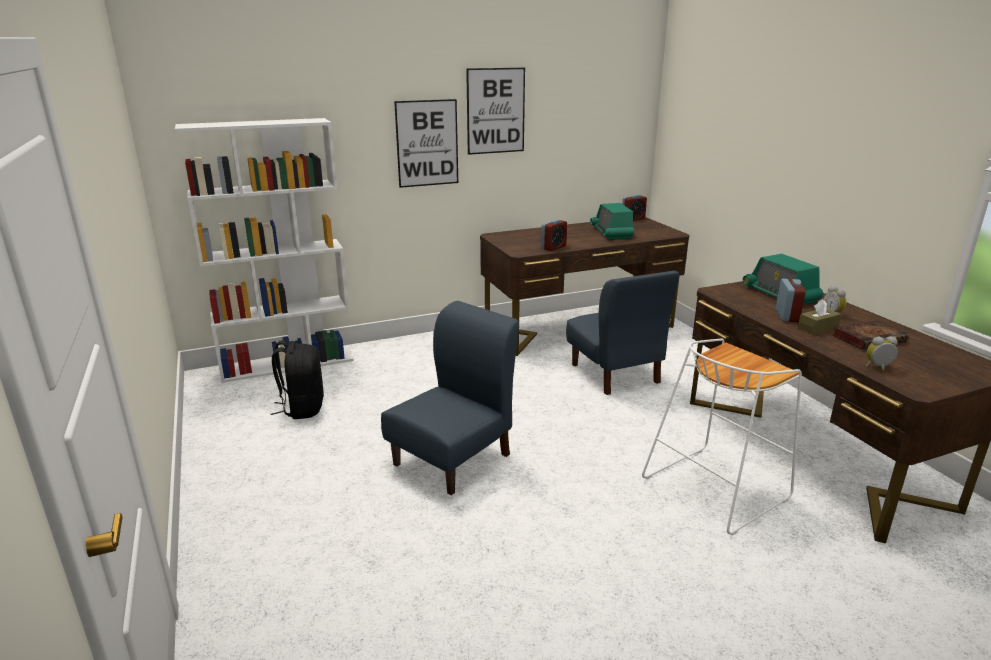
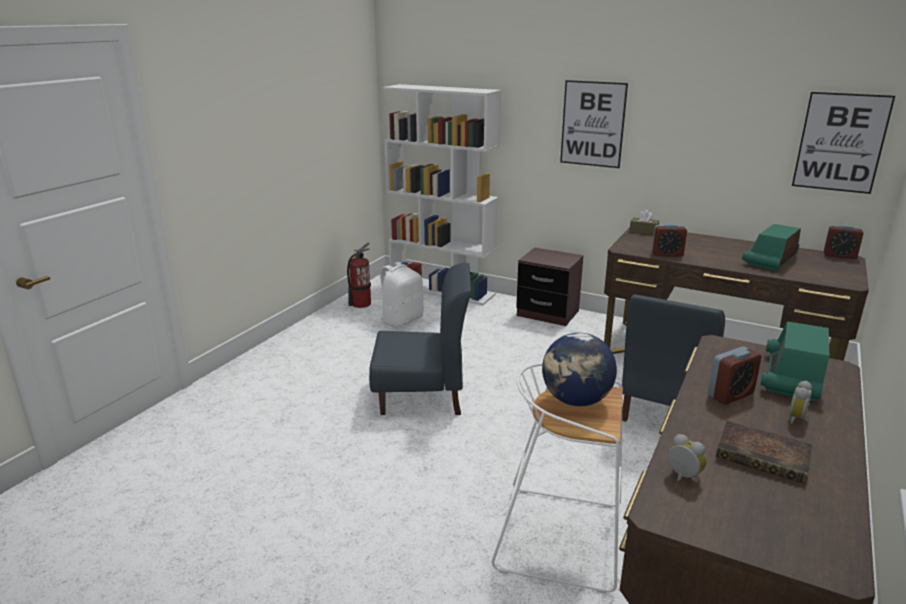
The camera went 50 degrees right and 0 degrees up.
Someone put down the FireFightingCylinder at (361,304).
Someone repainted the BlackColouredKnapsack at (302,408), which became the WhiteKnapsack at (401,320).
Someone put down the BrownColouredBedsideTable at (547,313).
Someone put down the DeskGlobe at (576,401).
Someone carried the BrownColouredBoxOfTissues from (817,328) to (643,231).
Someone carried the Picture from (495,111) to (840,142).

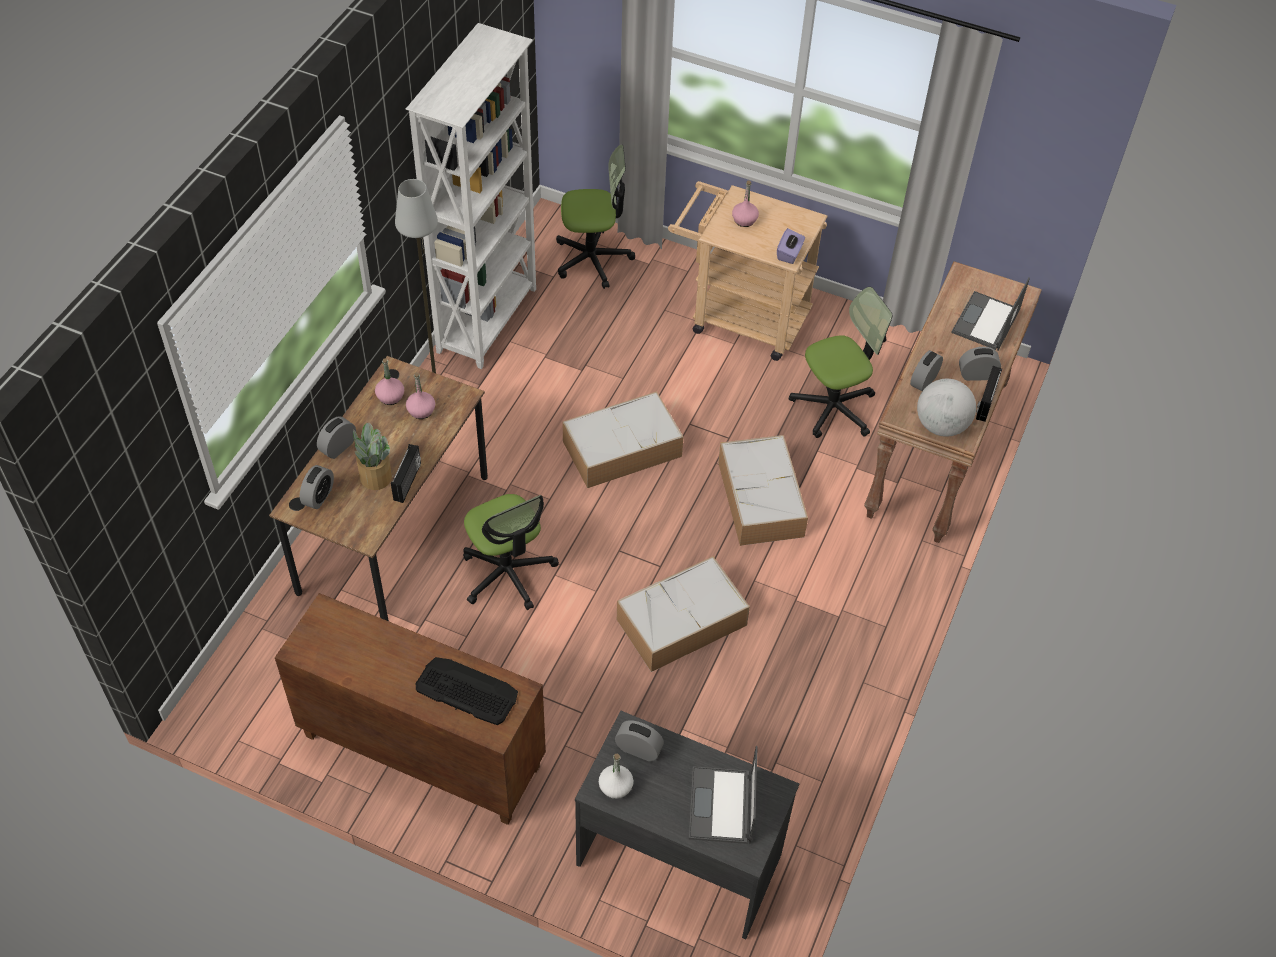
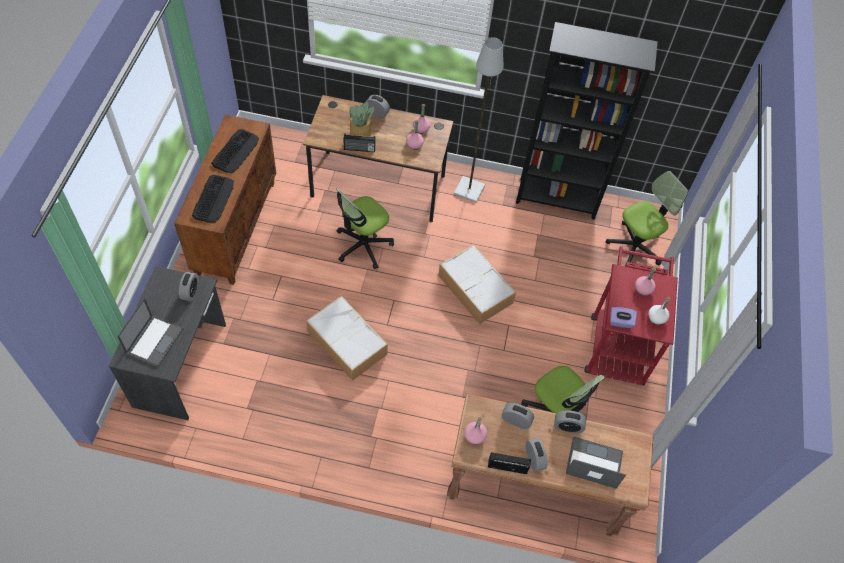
The camera went 75 degrees right and 5 degrees up.
Someone rotated the NotebookComputer at (721,806) by 120 degrees clockwise.
Someone put down the PcKeyboard at (236,151).
Someone swapped the DeskGlobe at (941,425) for the PinkBeverageBottle at (475,436).
Someone repainted the WhiteBookshelf at (489,320), which became the BlackColouredBookshelf at (557,199).
Someone carried the BedsideClock from (319,496) to (567,426).
Someone repainted the BeigeColouredWheeledCart at (740,317), which became the ReddishWheeledCart at (617,343).
Someone rotated the OfficeChair at (592,259) by 105 degrees counterclockwise.
Someone carried the WhiteBeverageBottle from (616,787) to (656,318).
Someone took away the StorageBox at (761,500).

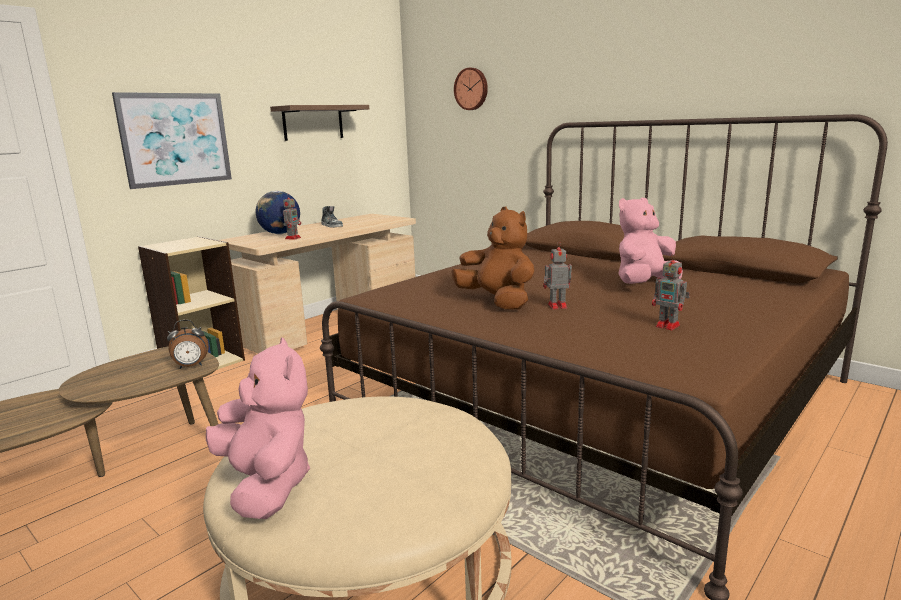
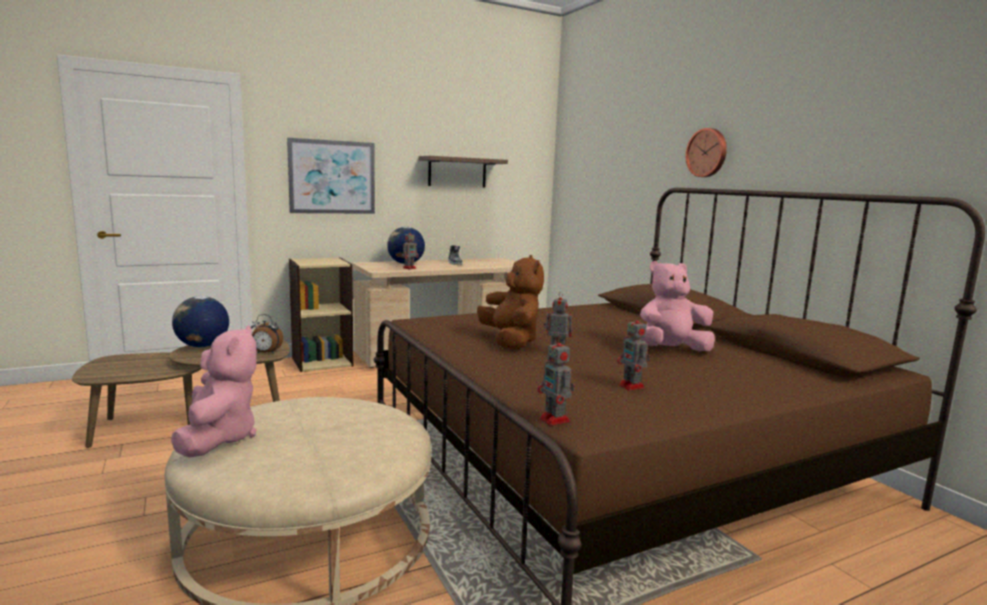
The camera went 20 degrees right and 5 degrees down.
Someone put down the DeskGlobe at (202,346).
Someone put down the ModelRobot at (555,420).
Someone carried the ClockOnTheWall from (472,89) to (707,153).

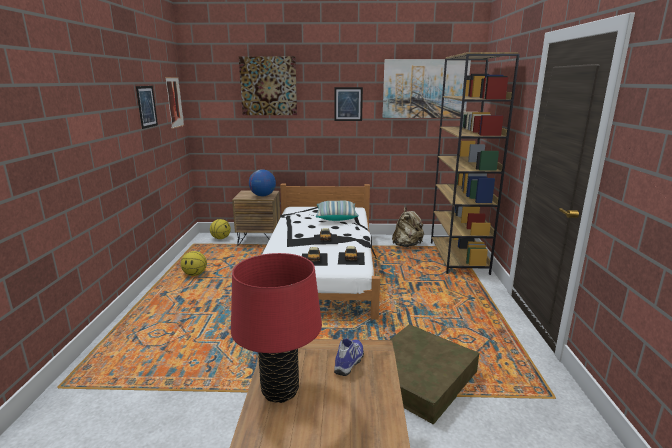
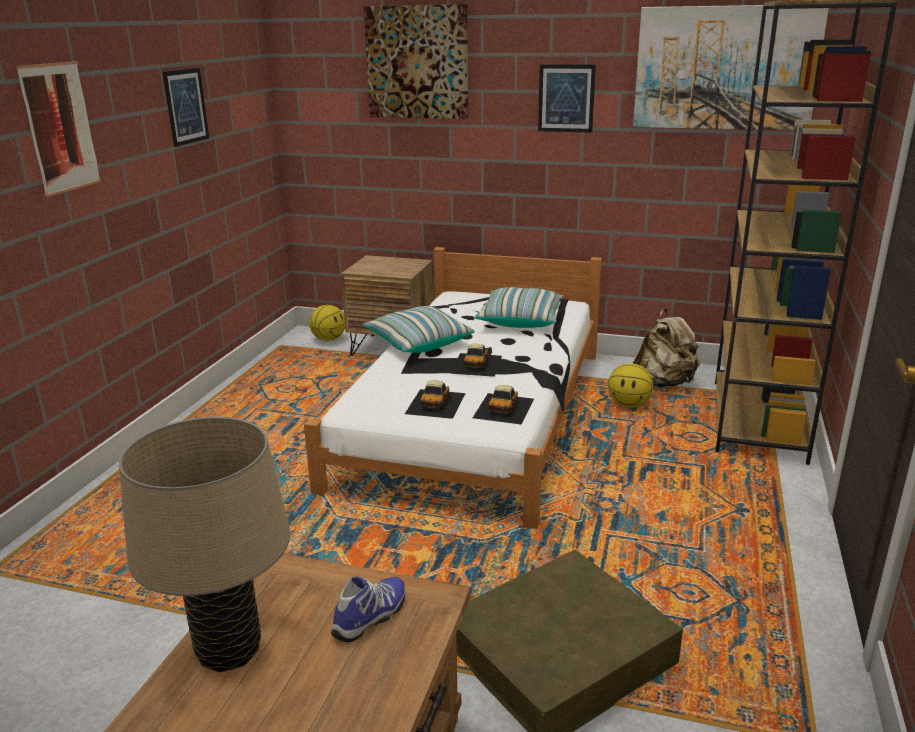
The camera went 15 degrees right and 5 degrees up.
Someone carried the Picture from (174,102) to (60,128).
Someone repainted the ReddishTableLamp at (280,391), which became the BeigeColouredTableLamp at (228,650).
Someone put down the Cushion at (418,343).
Someone carried the Basketball from (195,274) to (629,405).
Someone took away the DeskGlobe at (262,196).

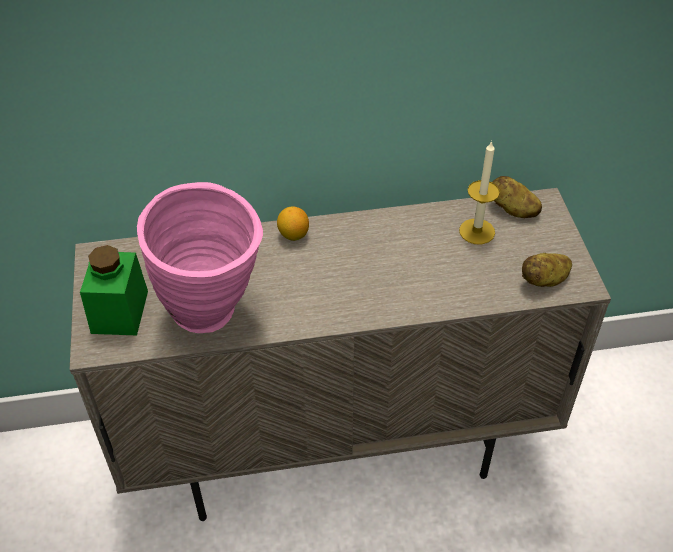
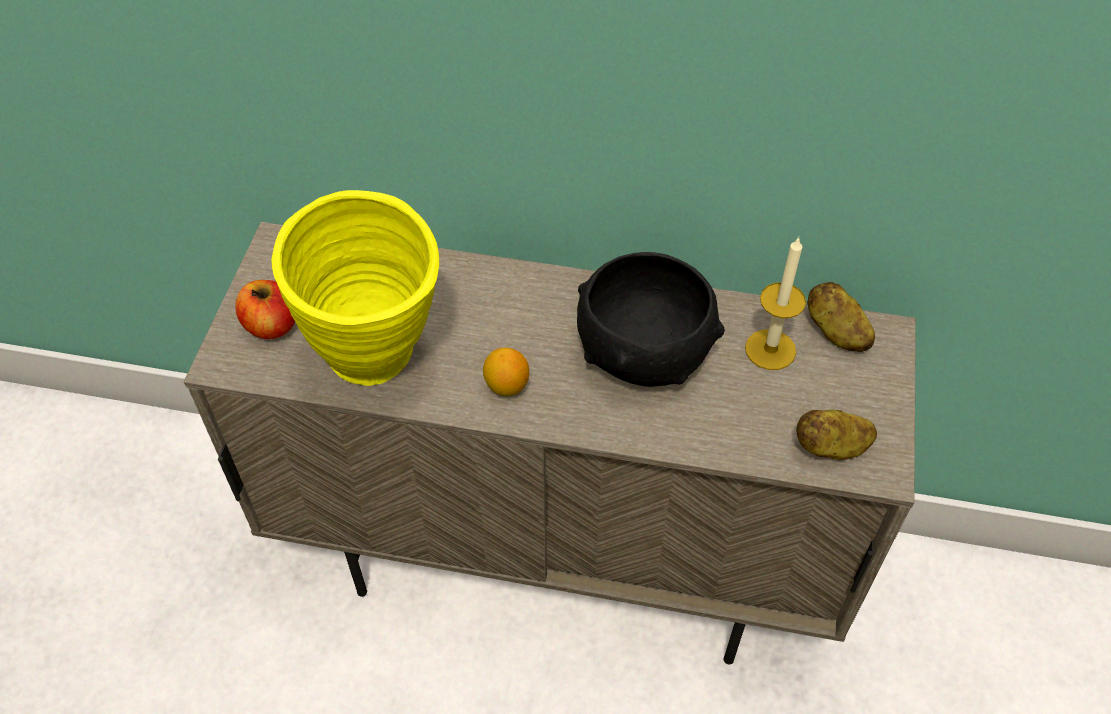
The camera went 20 degrees right and 5 degrees up.
Someone swapped the GreenColouredStorageJar at (120,312) for the AppleFruit at (272,325).
Someone repainted the PinkDecorativeVase at (215,316), which became the YellowishDecorativeVase at (380,365).
Someone carried the Lemon from (293,235) to (506,386).
Someone put down the BlackColouredServingBowl at (643,353).

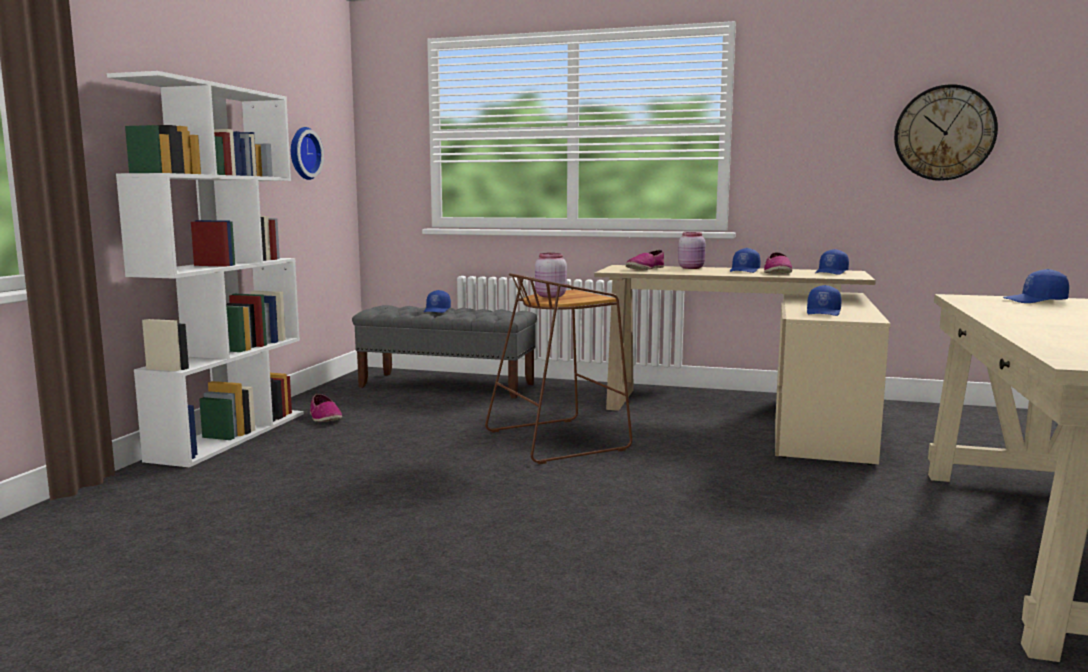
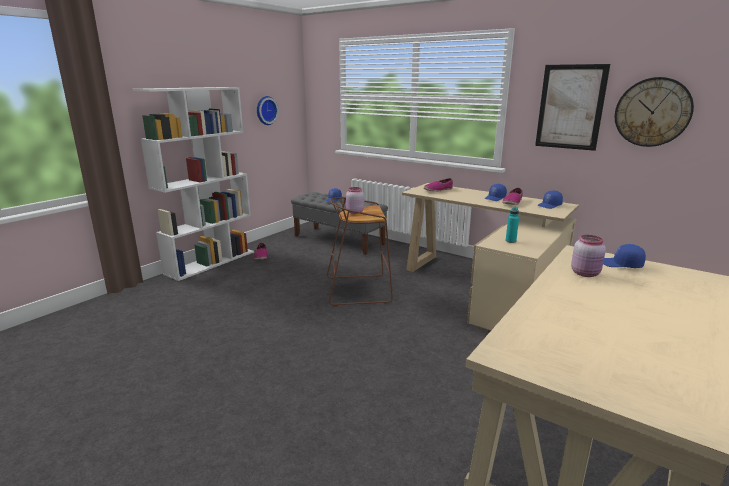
The camera went 20 degrees right and 10 degrees up.
Someone swapped the BlueCap at (824,312) for the TurquoiseBeverageBottle at (510,241).
Someone put up the Picture at (570,107).
Someone carried the PinkStorageJar from (691,268) to (586,273).

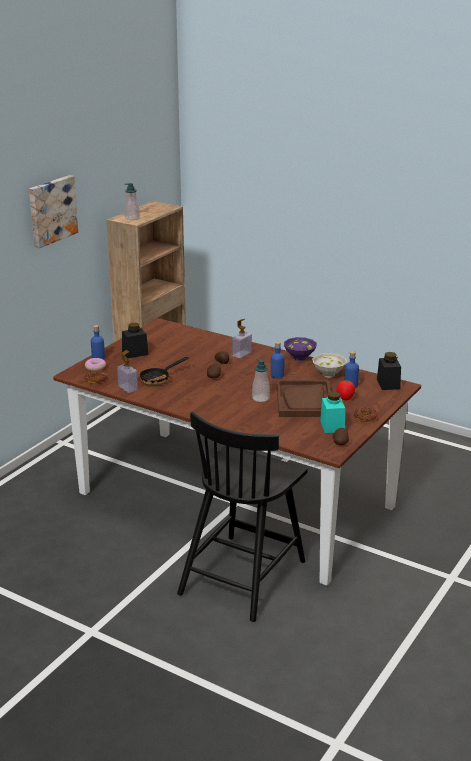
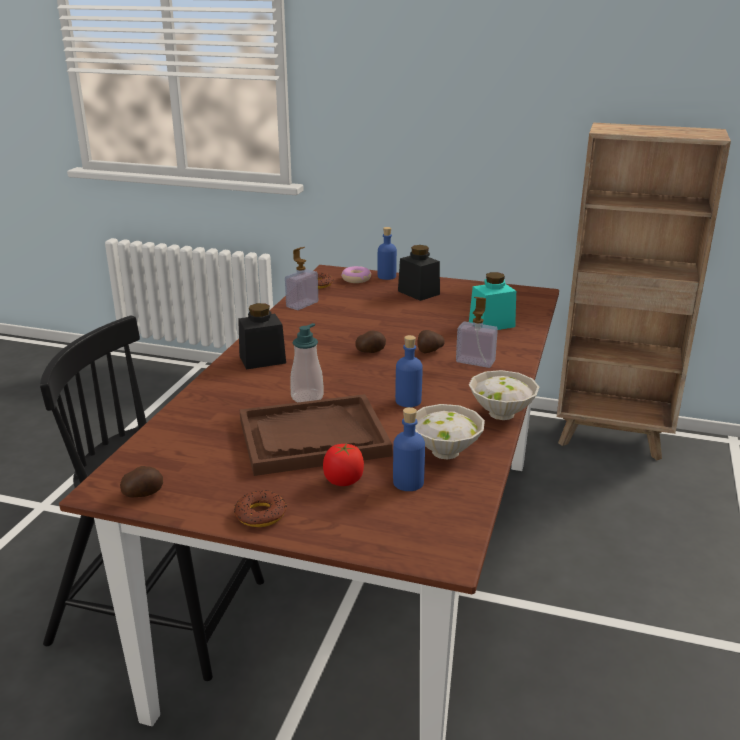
The camera went 75 degrees right and 0 degrees up.
Someone carried the BlackColouredStorageJar from (388,384) to (262,359).
Someone carried the TurquoiseStorageJar from (332,426) to (491,324).
Someone repainted the PurplishServingBowl at (299,357), which became the WhiteServingBowl at (502,413).
Someone took away the Picture at (51,210).
Someone took away the SoapBottle at (132,218).
Someone took away the Pan at (159,379).

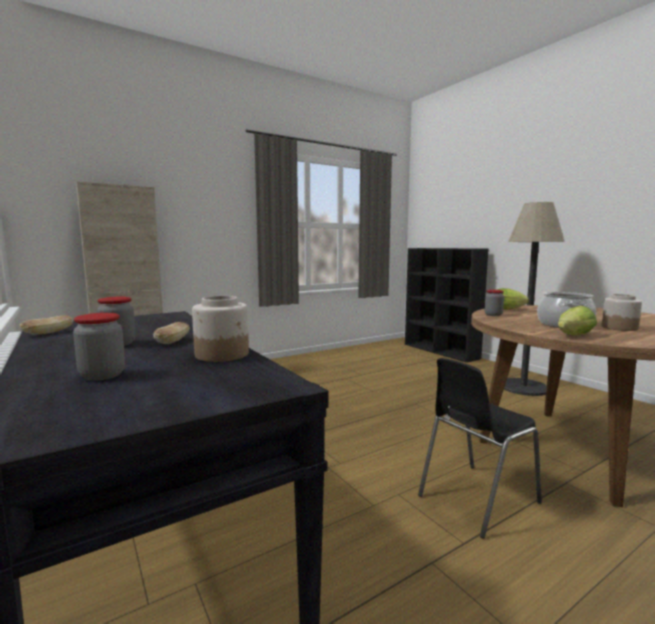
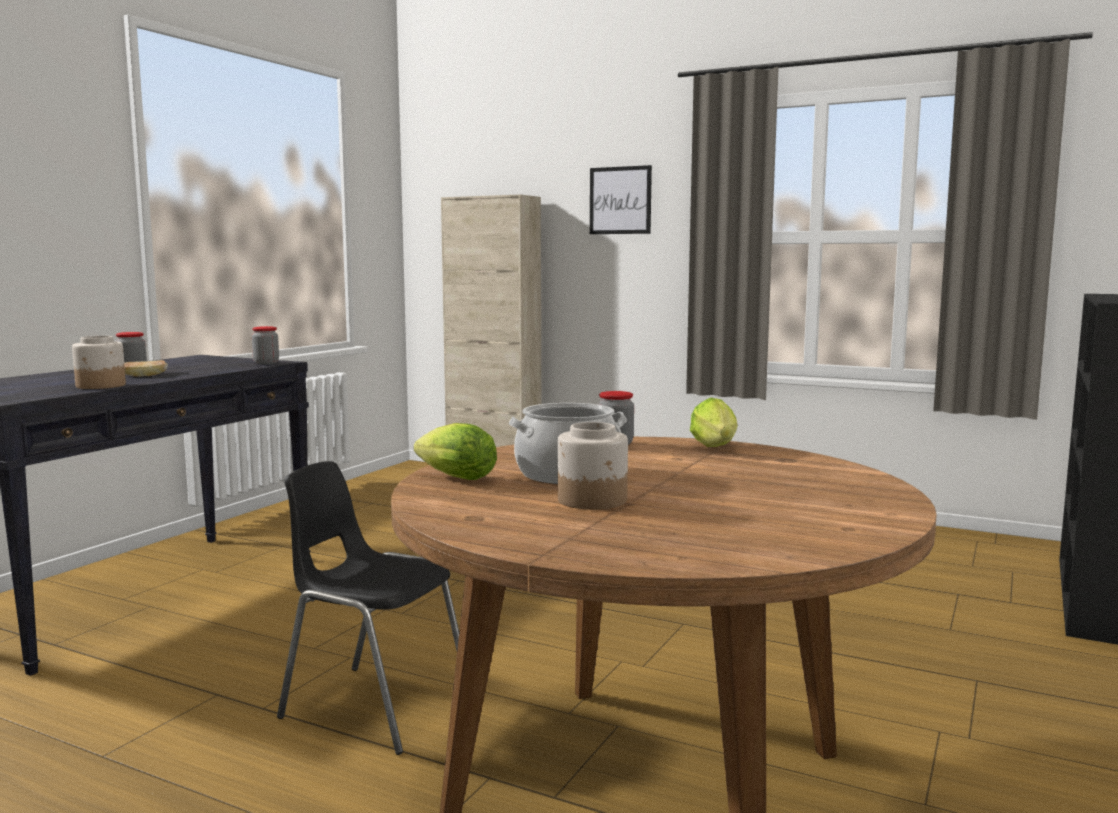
The camera went 60 degrees right and 0 degrees up.
Someone carried the StorageJar from (102,375) to (266,363).
Someone put up the Picture at (620,200).
Someone took away the BakeryBread at (48,333).
Someone took away the StandingLamp at (523,387).

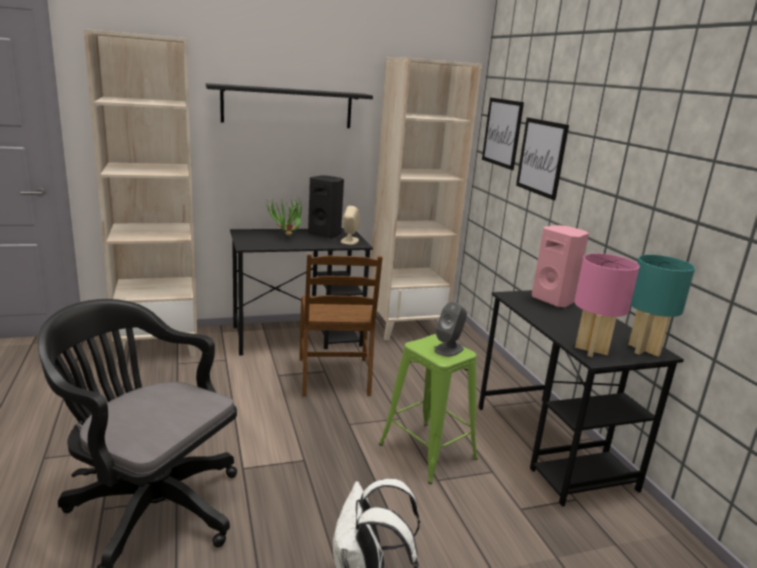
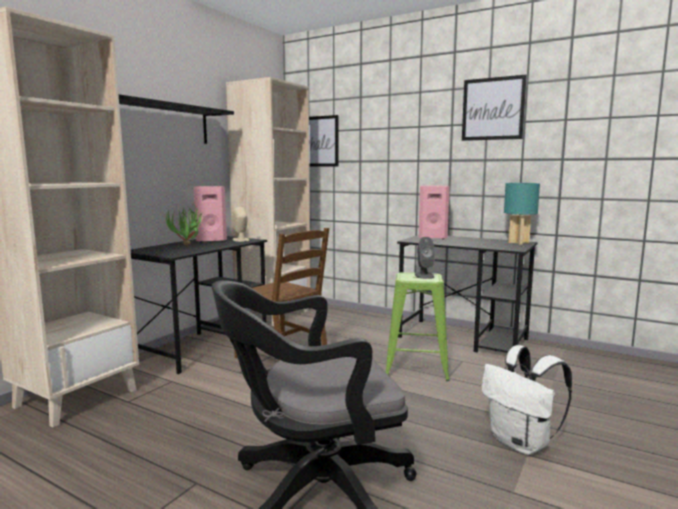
The camera went 40 degrees left and 10 degrees down.
Someone repainted the BlackColouredSpeaker at (325,234), which became the PinkSpeaker at (211,240).
Someone carried the Picture from (541,157) to (493,109).
Someone took away the PinkTableLamp at (592,350).

